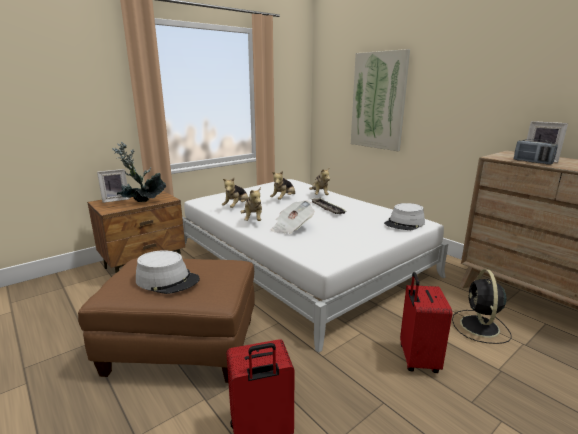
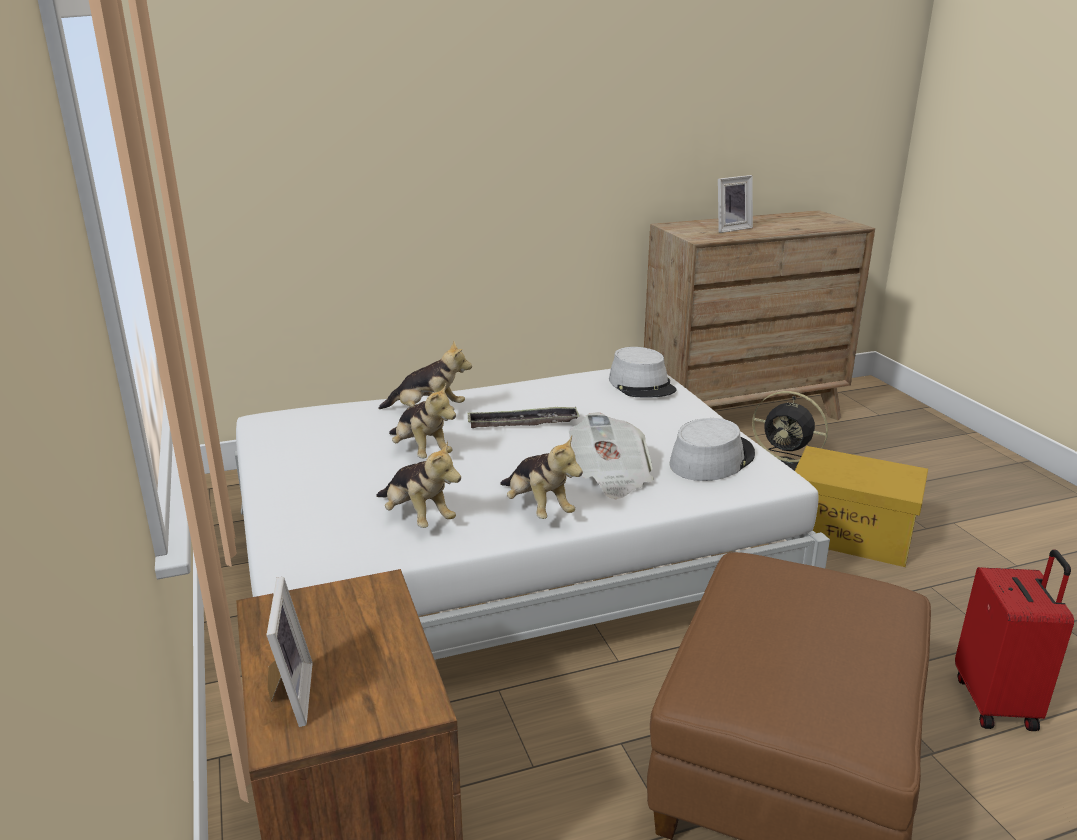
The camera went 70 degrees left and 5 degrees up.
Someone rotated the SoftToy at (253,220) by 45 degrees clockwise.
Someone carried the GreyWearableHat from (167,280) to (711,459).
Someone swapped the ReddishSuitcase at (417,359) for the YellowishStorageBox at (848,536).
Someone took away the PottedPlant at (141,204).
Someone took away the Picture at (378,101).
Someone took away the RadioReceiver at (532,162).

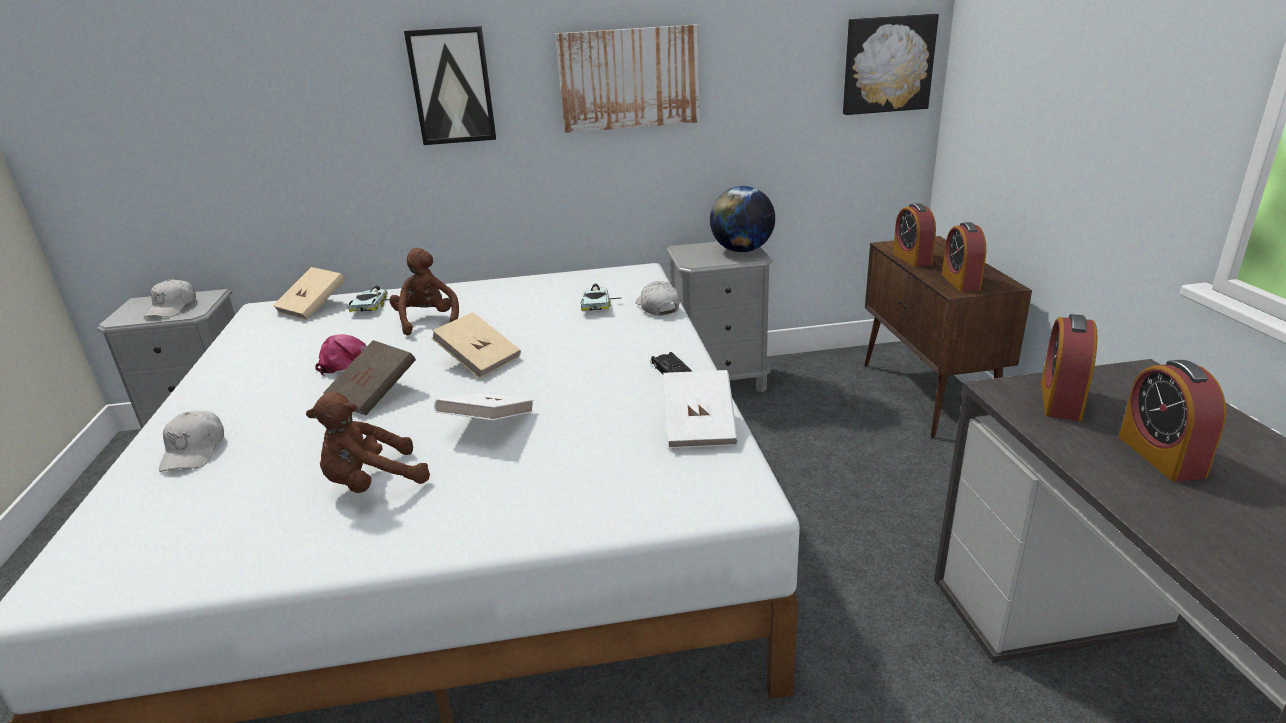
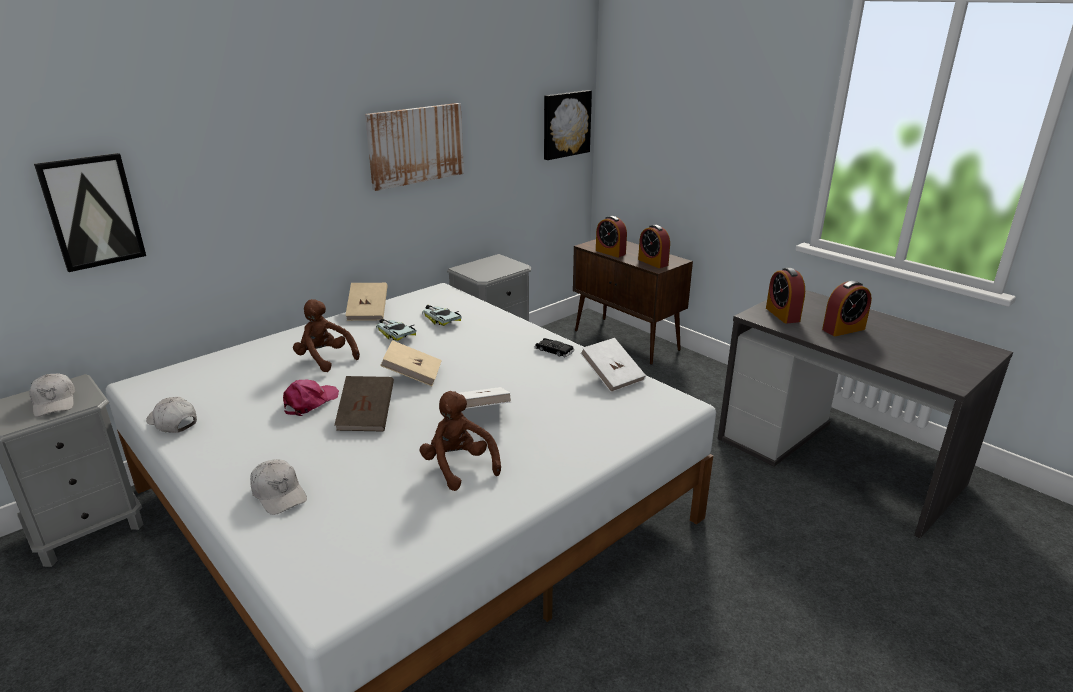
The camera went 35 degrees left and 0 degrees up.
Someone carried the Picture from (452,86) to (92,212).
Someone carried the WhiteCap from (657,307) to (173,422).
Someone carried the BeigeColouredBook from (313,307) to (368,312).
Someone carried the ModelCar from (372,304) to (395,333).
Someone rotated the BrownColouredSoftToy at (372,483) by 120 degrees clockwise.
Someone rotated the BedsideClock at (1160,456) by 75 degrees counterclockwise.
Someone took away the DeskGlobe at (741,250).

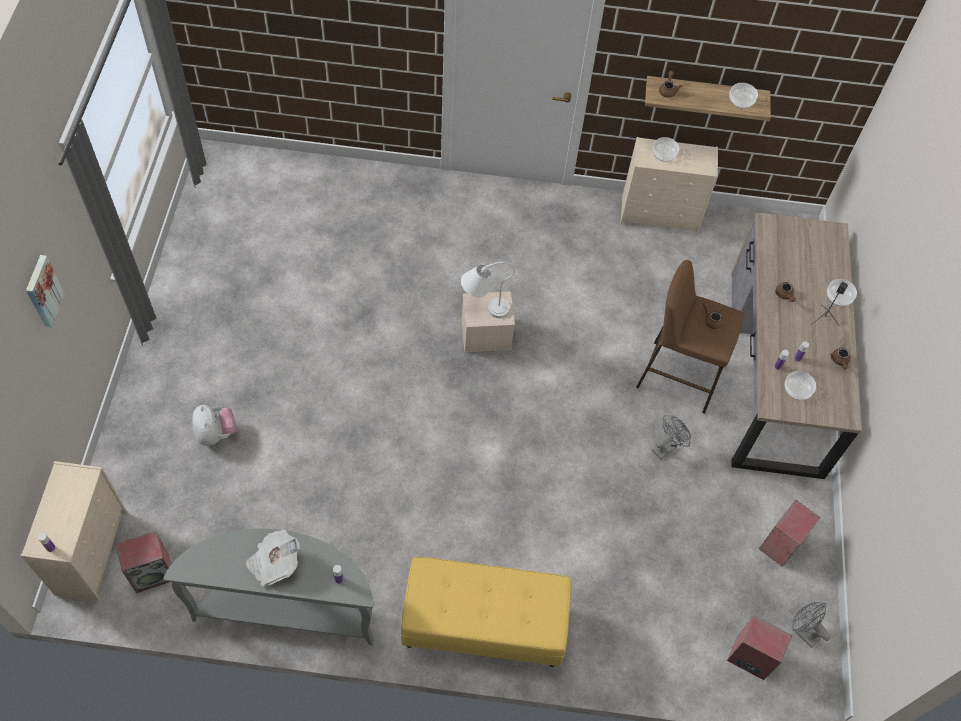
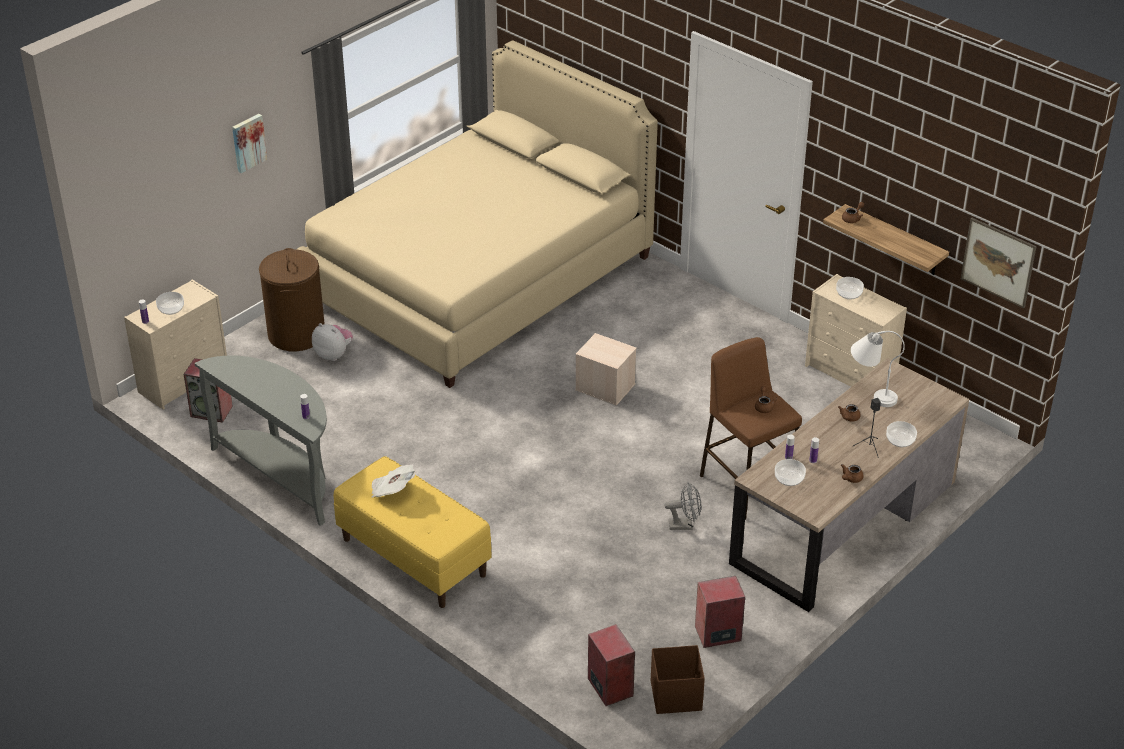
The camera went 40 degrees right and 20 degrees down.
Someone carried the ServingBowl from (741,101) to (170,309).
Someone put down the BrownColouredWashingBasket at (296,334).
Someone put down the BeigeColouredBedroomBed at (478,278).
Someone rotated the SoftToy at (216,433) by 75 degrees counterclockwise.
Someone carried the DailyPaper from (274,563) to (392,490).
Someone swapped the GreyCoolingFan at (802,631) for the BrownColouredStorageBox at (675,696).
Someone carried the WhiteTableLamp from (483,308) to (870,393).
Someone put up the Picture at (998,262).

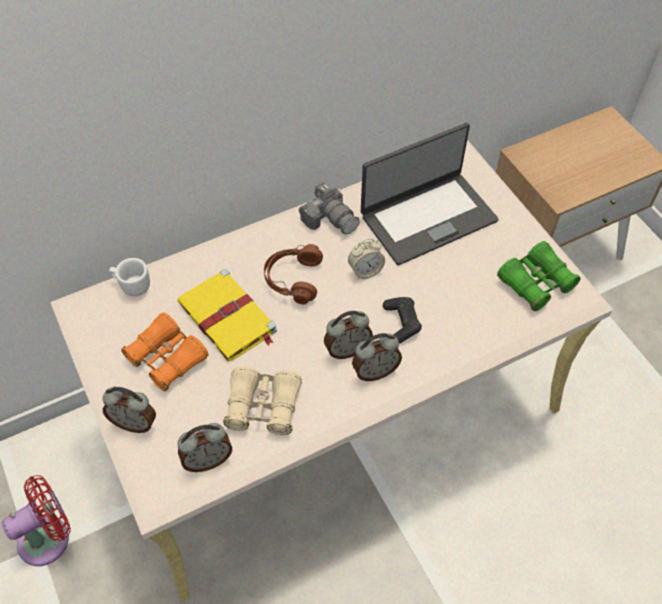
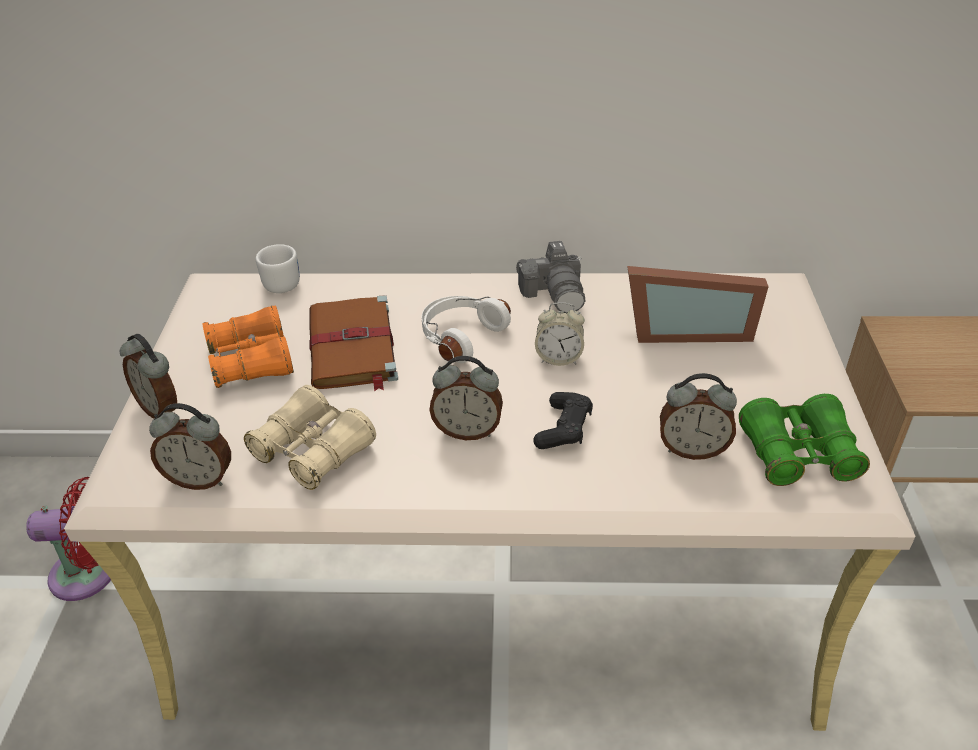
The camera went 30 degrees right and 15 degrees down.
Someone repainted the YellowishBook at (228,318), which became the BrownColouredBook at (352,348).
Someone repainted the BrownColouredHeadset at (292,279), which became the WhiteHeadset at (460,336).
Someone swapped the NotebookComputer at (427,217) for the PhotoFrame at (686,330).
Someone carried the BedsideClock from (375,371) to (692,449).

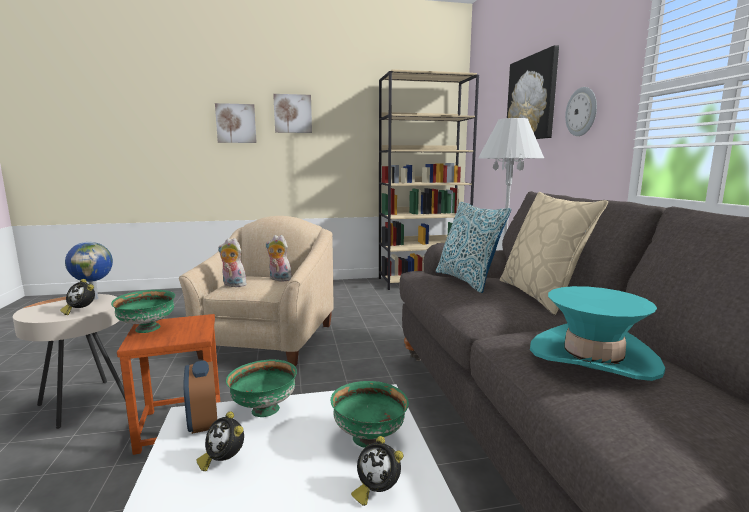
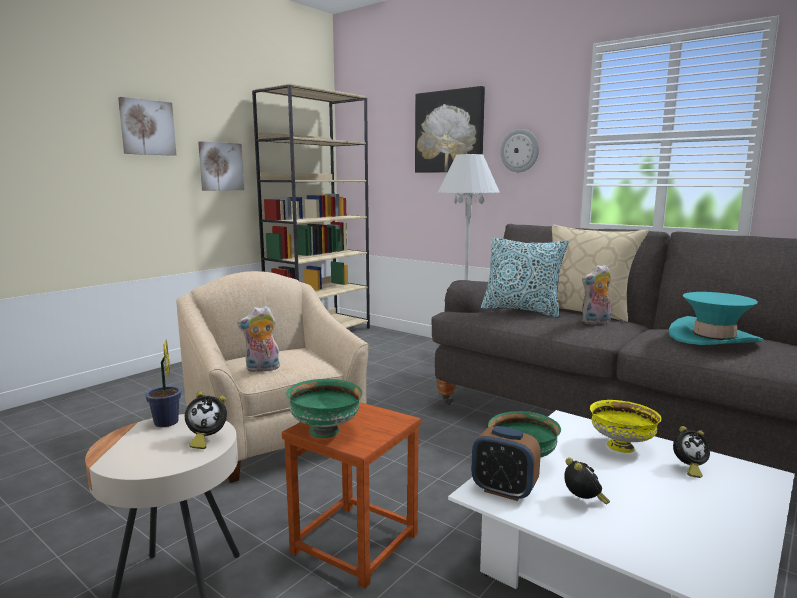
The camera went 40 degrees left and 0 degrees up.
Someone swapped the DeskGlobe at (95,298) for the PottedPlant at (166,424).
Someone carried the Picture from (236,123) to (220,166).
Someone rotated the BedsideClock at (224,461) by 105 degrees counterclockwise.
Someone carried the SoftToy from (279,279) to (596,322).
Someone repainted the GreenColouredServingBowl at (369,438), which became the YellowishServingBowl at (621,446).

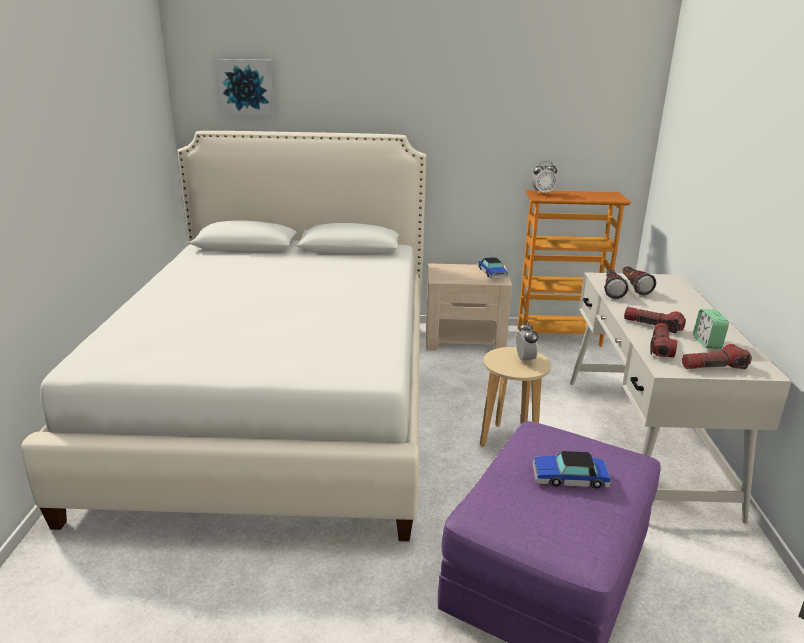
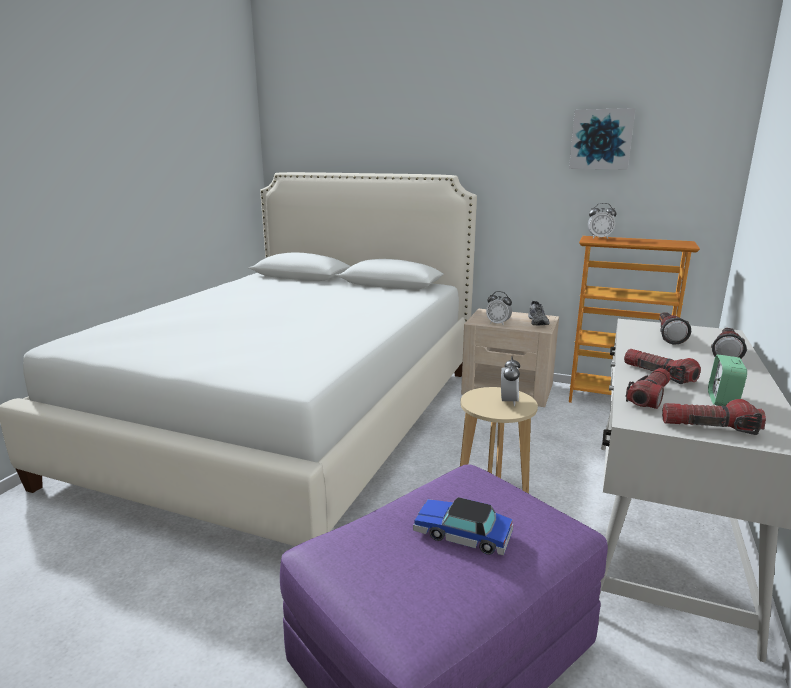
The camera went 20 degrees right and 5 degrees down.
Someone put down the BedsideClock at (498,323).
Someone swapped the ModelCar at (492,273) for the GreyItemOfFootwear at (538,321).
Someone carried the Picture from (247,87) to (601,139).
Someone carried the Torch from (611,291) to (725,354).

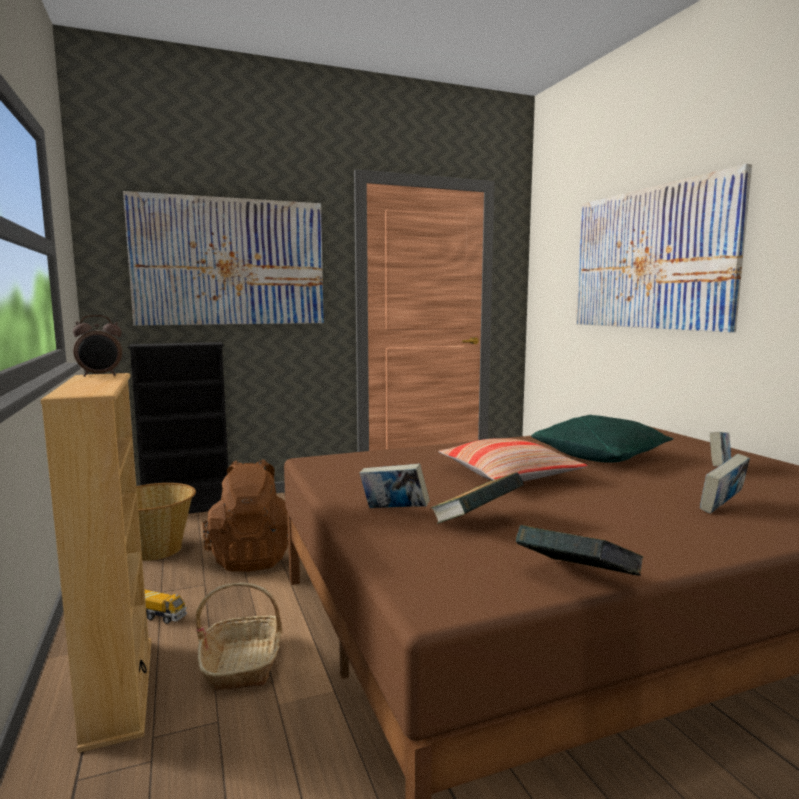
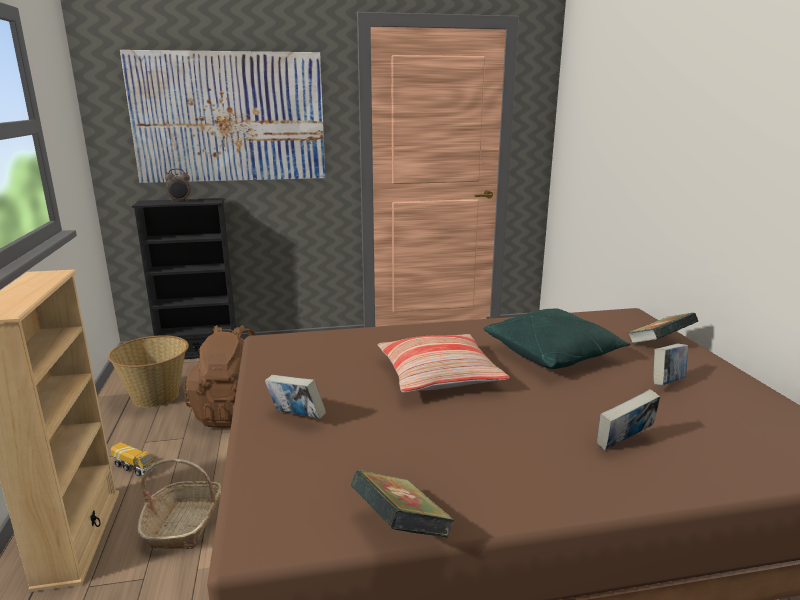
The camera went 10 degrees right and 10 degrees up.
Someone carried the BedsideClock from (100,375) to (180,201).
Someone carried the Book from (475,522) to (659,344).
Someone took away the Picture at (650,258).

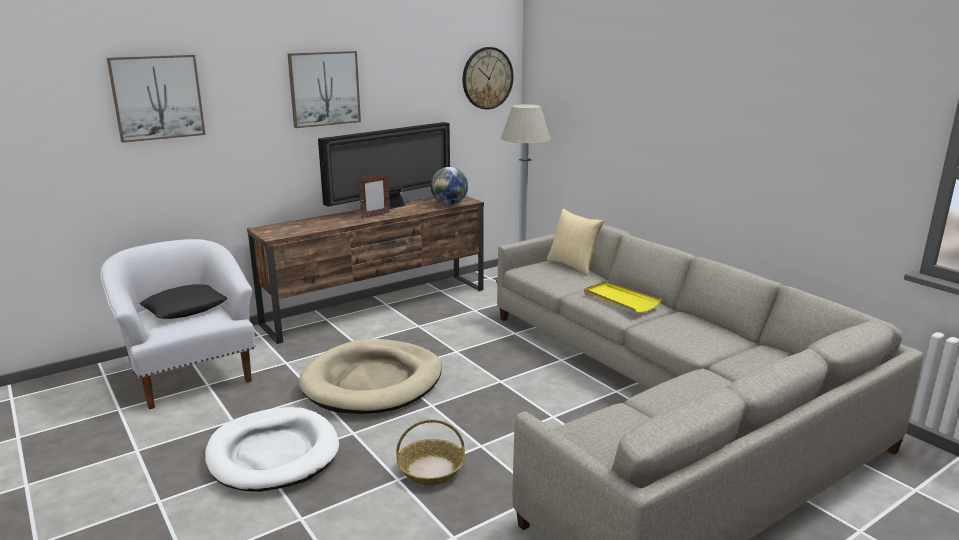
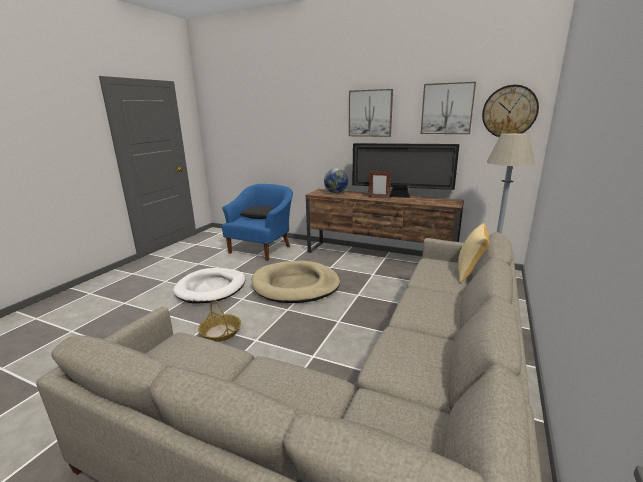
The camera went 60 degrees right and 0 degrees up.
Someone repainted the WhiteArmchair at (191,374), which became the BlueArmchair at (262,249).
Someone carried the DeskGlobe from (449,204) to (336,192).
Someone carried the Picture from (157,97) to (447,109).
Someone took away the YellowishTray at (620,299).

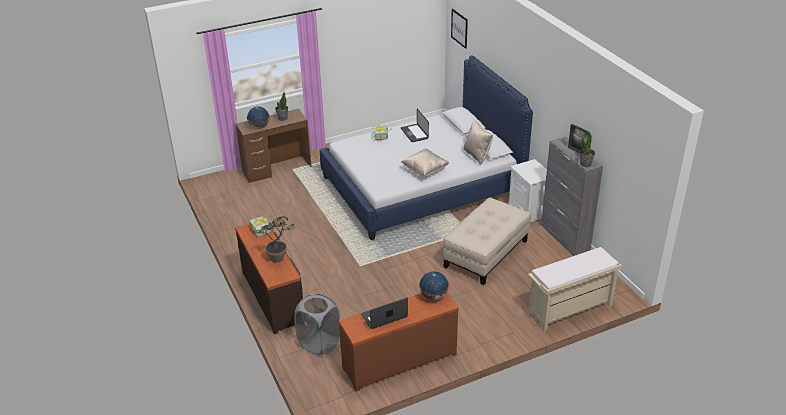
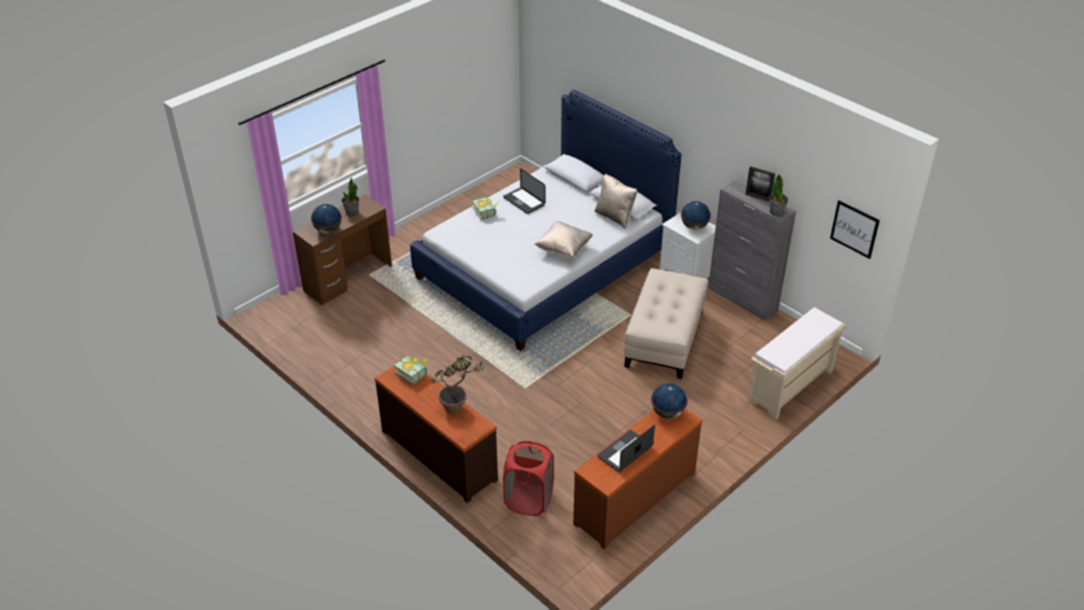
The camera went 20 degrees left and 5 degrees up.
Someone repainted the GreyWashingBasket at (319,343), which became the ReddishWashingBasket at (528,500).
Someone put down the DeskGlobe at (694,226).
Someone carried the Picture from (459,28) to (854,229).

